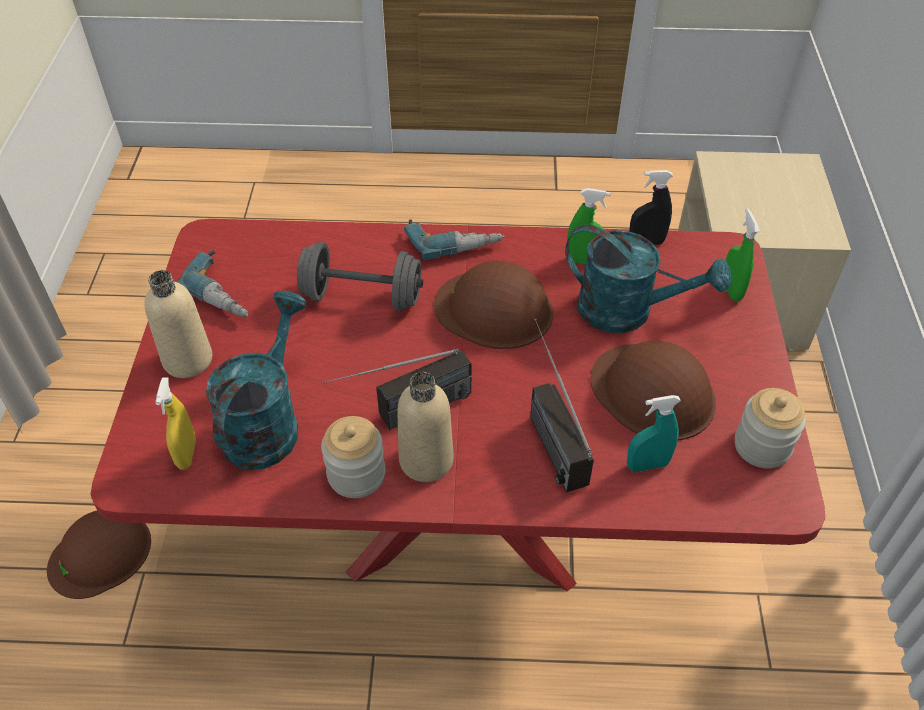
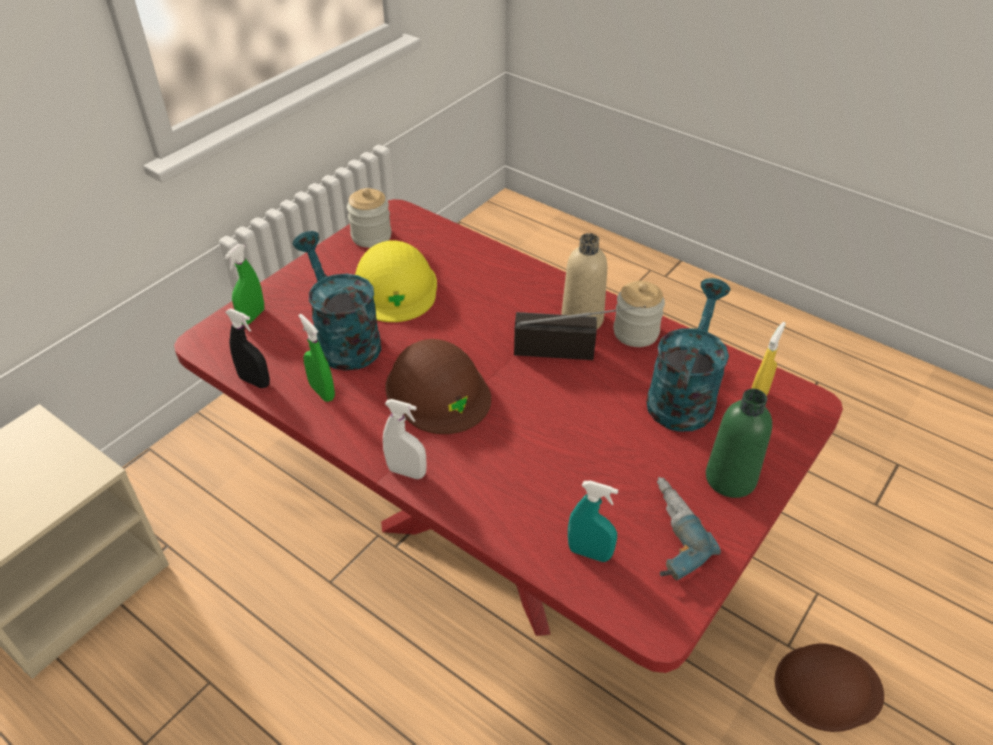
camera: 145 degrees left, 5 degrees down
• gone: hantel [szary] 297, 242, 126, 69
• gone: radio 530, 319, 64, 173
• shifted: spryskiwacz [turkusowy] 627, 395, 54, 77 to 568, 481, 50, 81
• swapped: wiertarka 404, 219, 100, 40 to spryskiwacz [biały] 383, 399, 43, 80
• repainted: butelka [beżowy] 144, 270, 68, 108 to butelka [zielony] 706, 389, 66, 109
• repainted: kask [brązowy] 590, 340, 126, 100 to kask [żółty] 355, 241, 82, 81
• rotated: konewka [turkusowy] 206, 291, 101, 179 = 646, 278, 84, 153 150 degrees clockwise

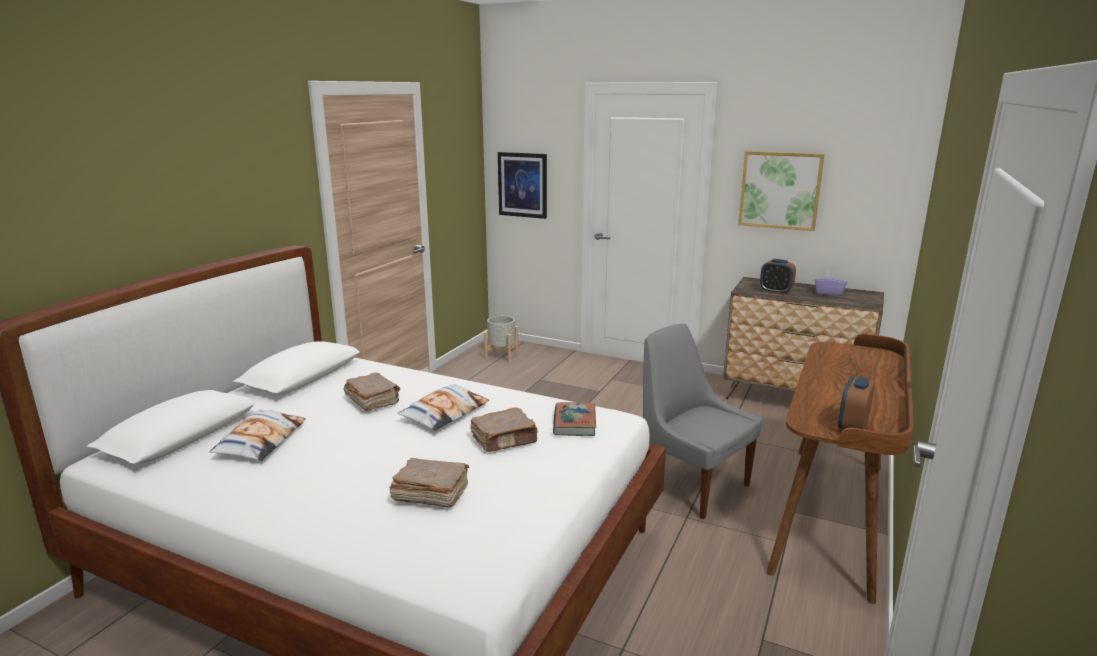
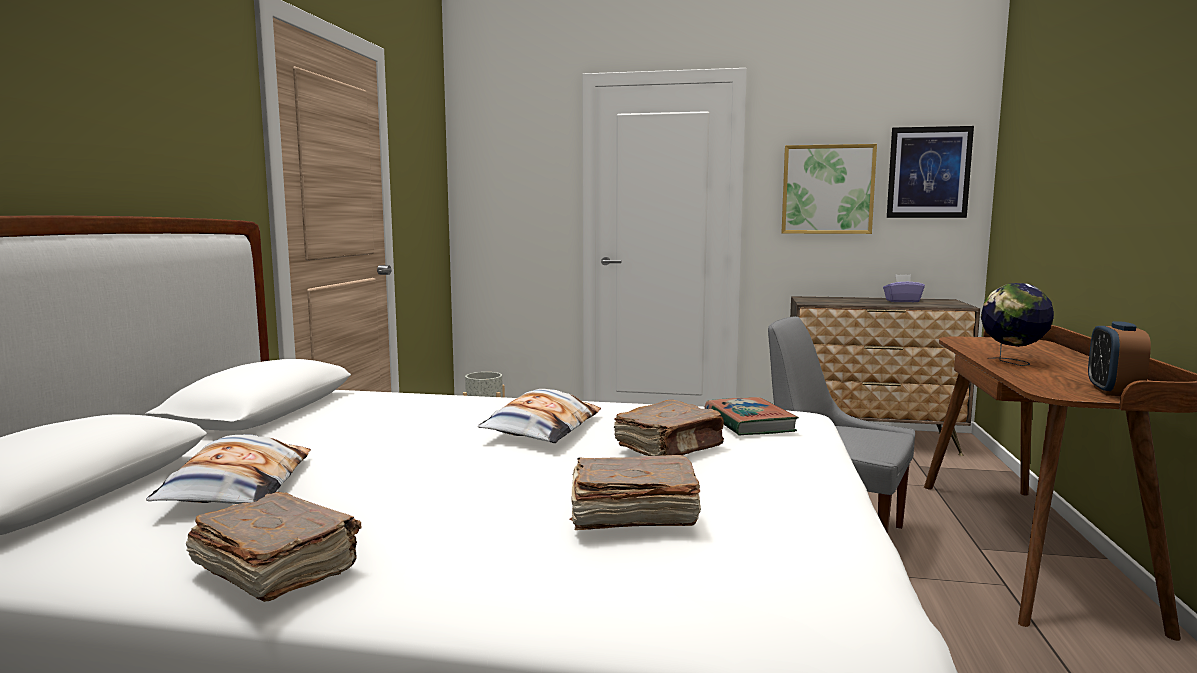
camera: 15 degrees left, 10 degrees down
• gone: budzik 760, 259, 36, 35
• new: globus 981, 283, 73, 83
• shifted: książka [brązowy] 343, 372, 57, 39 to 186, 492, 175, 110
• shifted: obraz 498, 152, 49, 67 to 887, 126, 87, 92

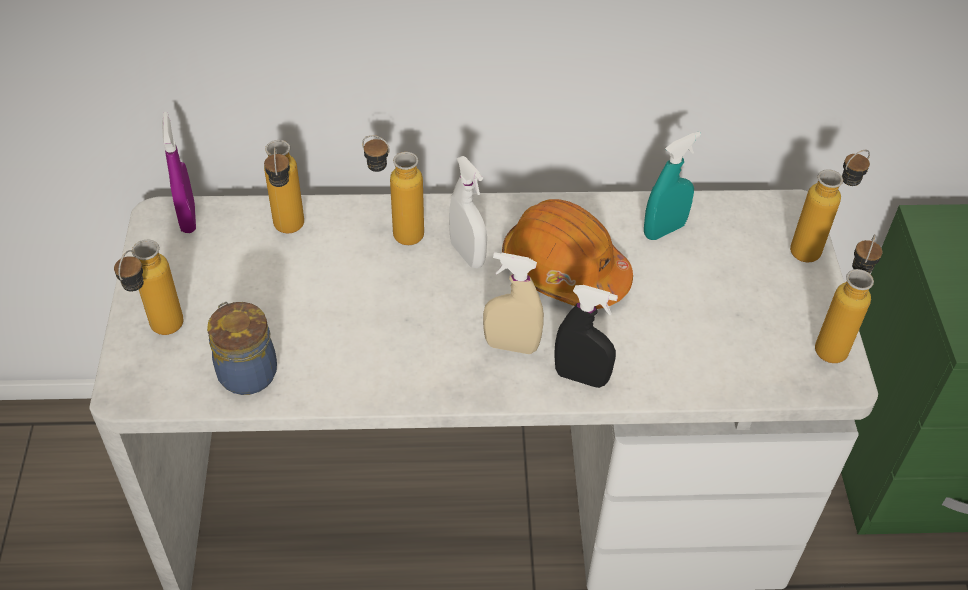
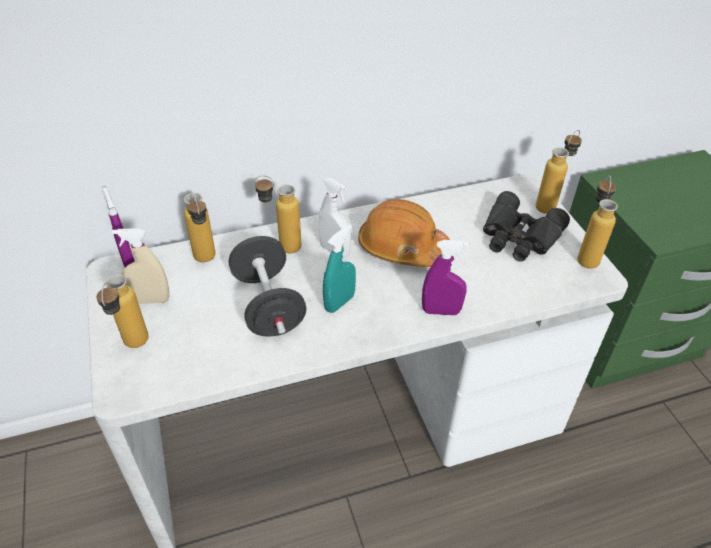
camera: 15 degrees left, 5 degrees down
• gone: słoik 207, 302, 70, 93
• new: hantel [czarny] 229, 236, 78, 101
• new: lornetka [czarny] 483, 191, 87, 70
• shifted: spryskiwacz [beżowy] 483, 252, 61, 102 to 112, 228, 57, 76
• shifted: spryskiwacz [turkusowy] 644, 131, 57, 109 to 323, 224, 33, 89
• repainted: spryskiwacz [czarny] 554, 285, 64, 103 to spryskiwacz [fioletowy] 422, 240, 47, 75

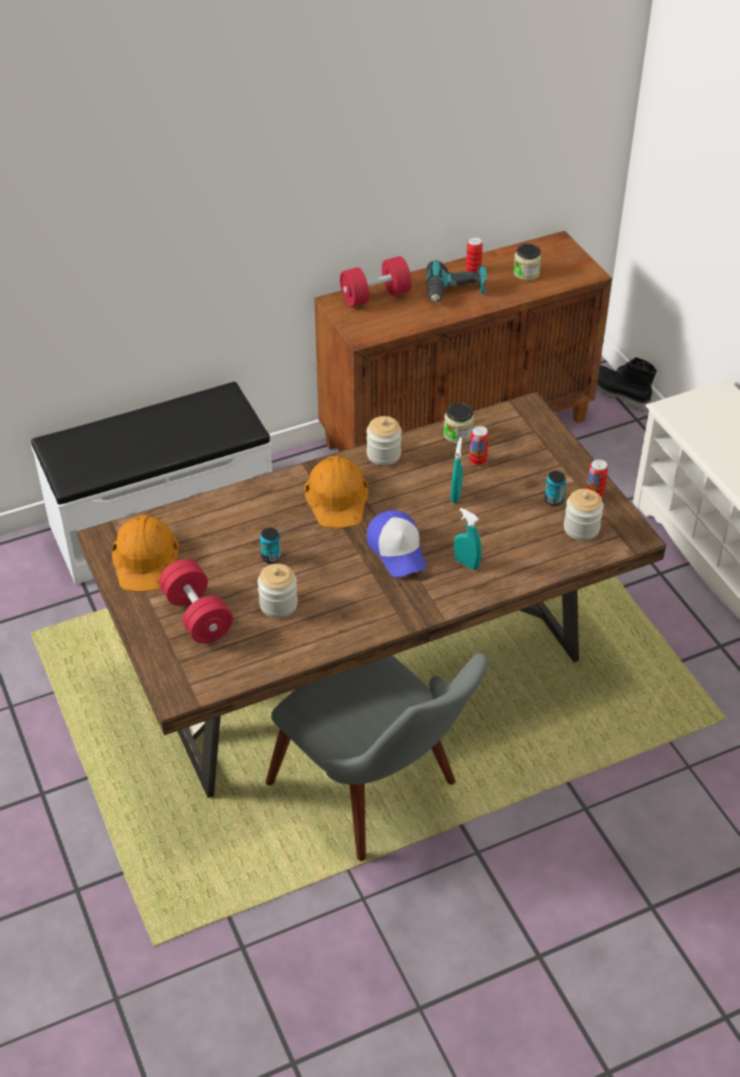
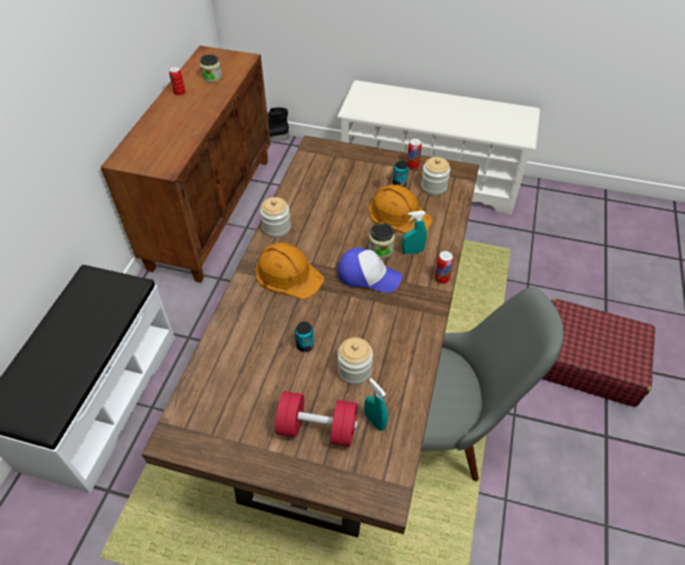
camera: 50 degrees left, 5 degrees up
• gone: hantel [czerwony] 340, 256, 72, 51
• gone: wiertarka 426, 260, 61, 43
• new: walizka [czerwony] 542, 299, 113, 108
• shifted: kask [pomarańczowy] 112, 515, 67, 77 to 369, 185, 64, 49
• shifted: słoik 444, 403, 30, 41 to 369, 223, 26, 35
• shifted: spryskiwacz [turkusowy] 451, 438, 12, 65 to 364, 378, 24, 53
• shifted: puszka 469, 426, 20, 40 to 434, 251, 20, 33

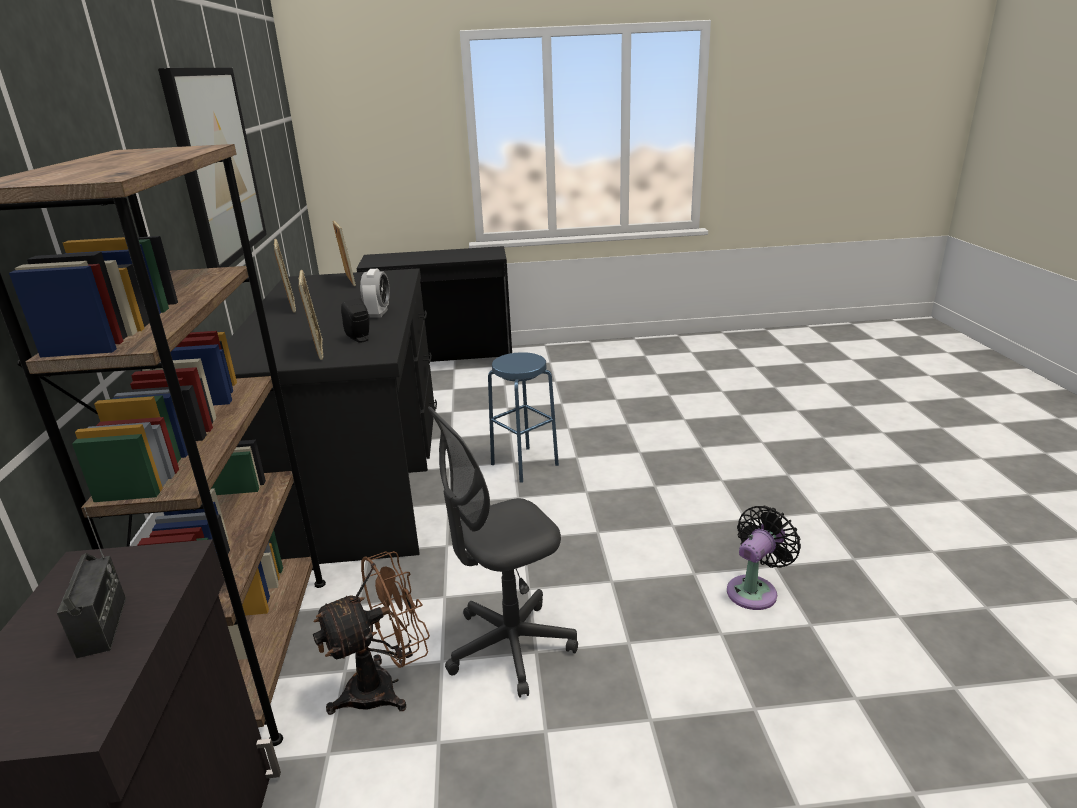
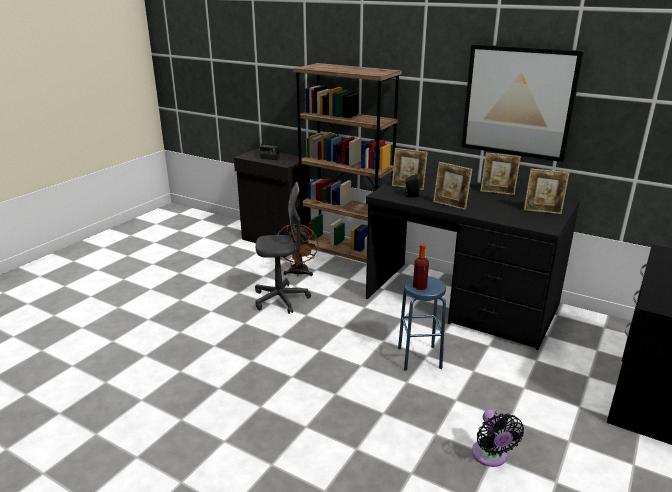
camera: 125 degrees right, 0 degrees up
• new: butelka 413, 244, 16, 46
• shifted: wentylator [czarny] 727, 505, 74, 105 to 472, 409, 52, 58
• swapped: budzik 360, 269, 30, 49 to ramka na zdjęcie 433, 162, 39, 48
• rotated: krzesło biurowe [szary] 428, 406, 150, 292 = 255, 182, 56, 132 75 degrees clockwise

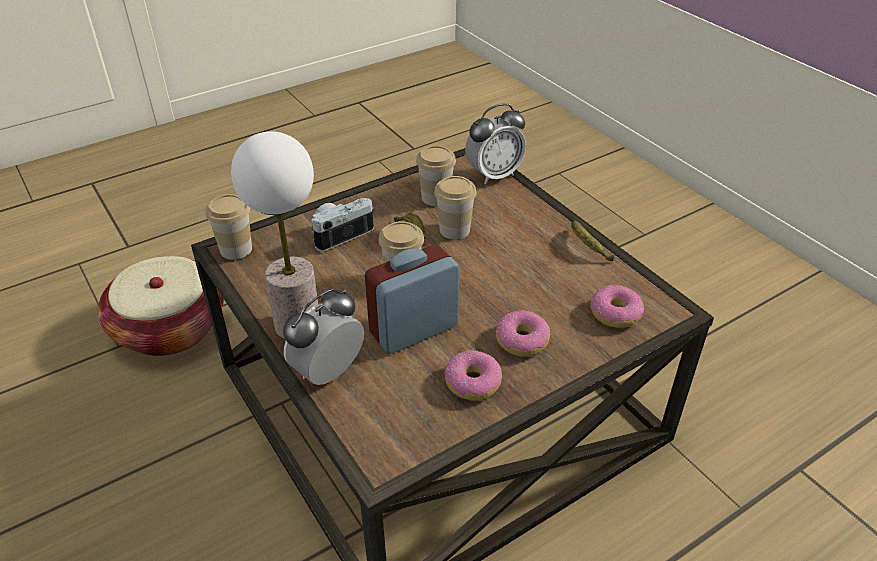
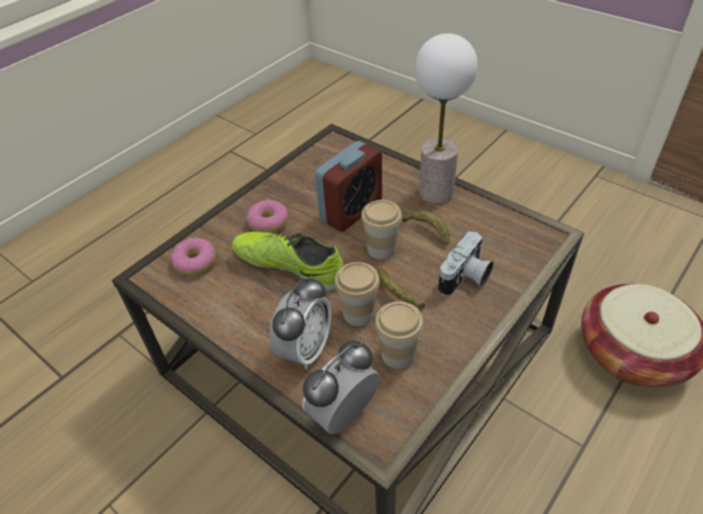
camera: 165 degrees right, 5 degrees up
• gone: filiżanka 205, 194, 47, 66
• gone: donut 445, 350, 57, 51
• new: but 232, 232, 112, 60
• shifted: budzik 283, 289, 81, 96 to 269, 276, 62, 93
• shifted: banan 571, 221, 43, 40 to 402, 211, 48, 34

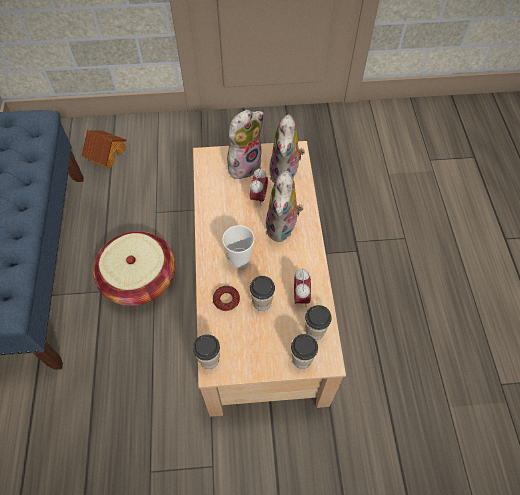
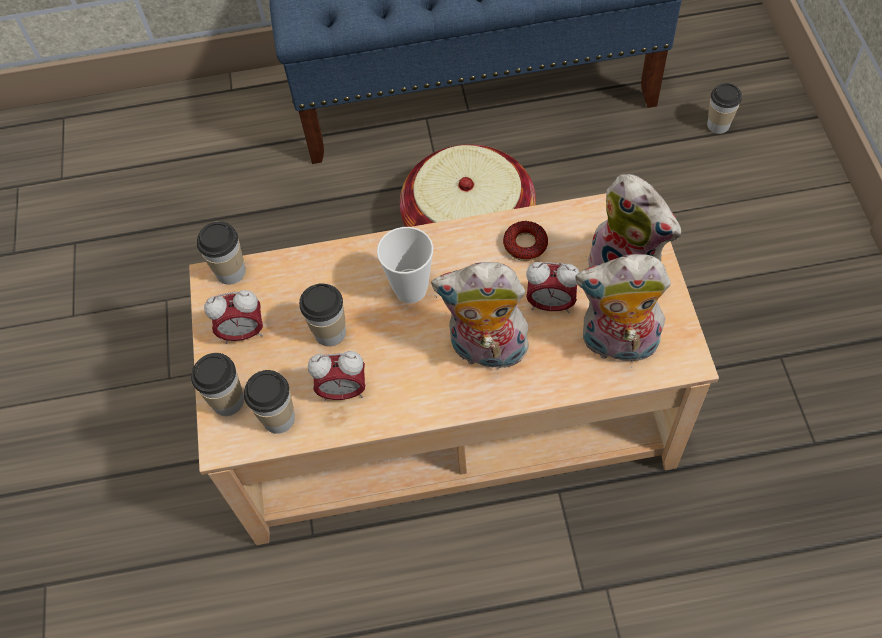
camera: 90 degrees right, 0 degrees up
• new: budzik 204, 290, 59, 54
• shifted: donut 213, 286, 27, 25 to 503, 221, 45, 40
• swapped: domek 82, 130, 44, 39 to filiżanka 707, 83, 35, 51

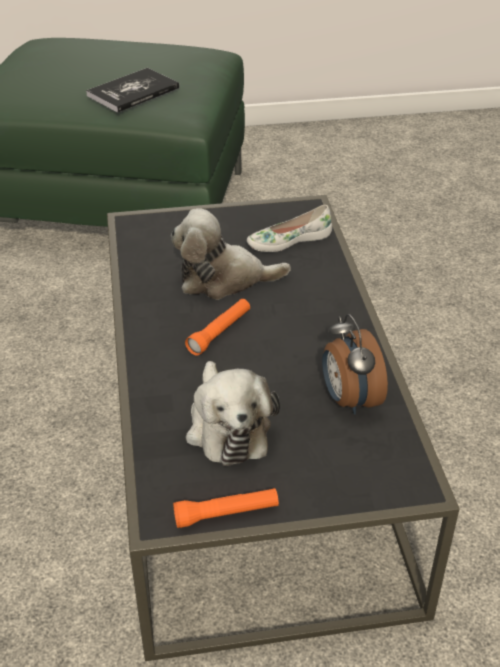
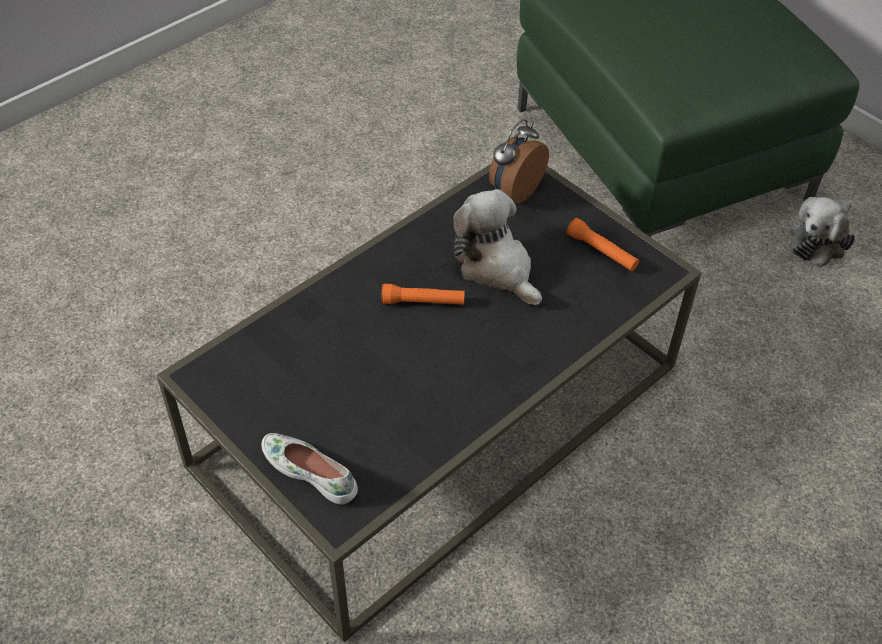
camera: 55 degrees right, 10 degrees up
• gone: książka 86, 68, 94, 45
• shifted: latarka [pomarańczowy] 173, 488, 106, 40 to 567, 218, 72, 53
• shifted: pluszak 186, 361, 94, 105 to 789, 197, 66, 70
• shifted: but [biały] 247, 205, 85, 47 to 261, 433, 97, 72
• shifted: budzik 322, 314, 66, 101 to 489, 119, 60, 84

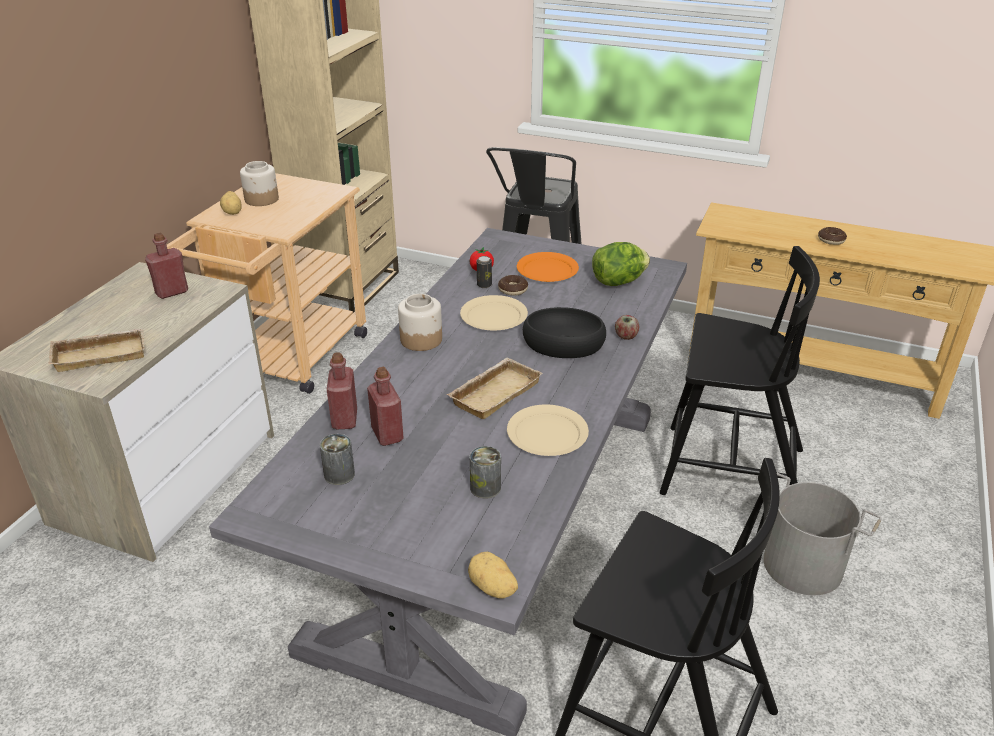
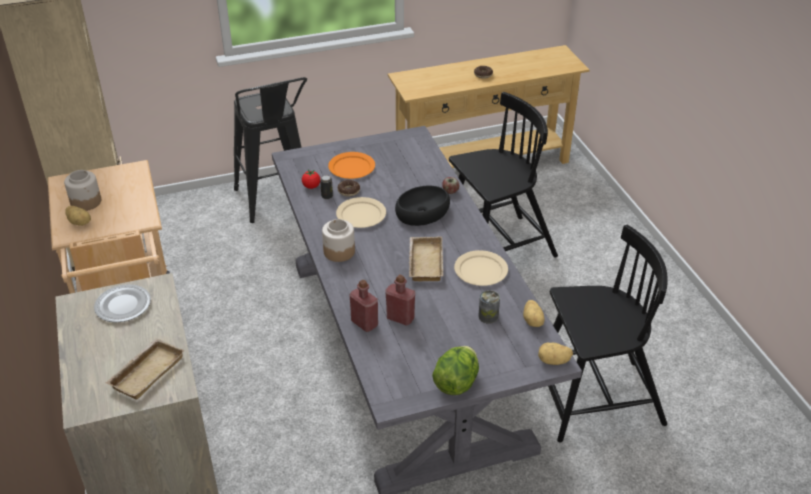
camera: 40 degrees left, 5 degrees up
• gone: puszka 320, 434, 35, 51
• gone: wiadro [szary] 763, 473, 119, 123
• new: ziemniak 523, 300, 22, 27
• shifted: sałata 592, 242, 58, 44 to 432, 346, 47, 49
• swapped: butelka [czerwony] 145, 233, 43, 66 to talerz 94, 284, 57, 39

